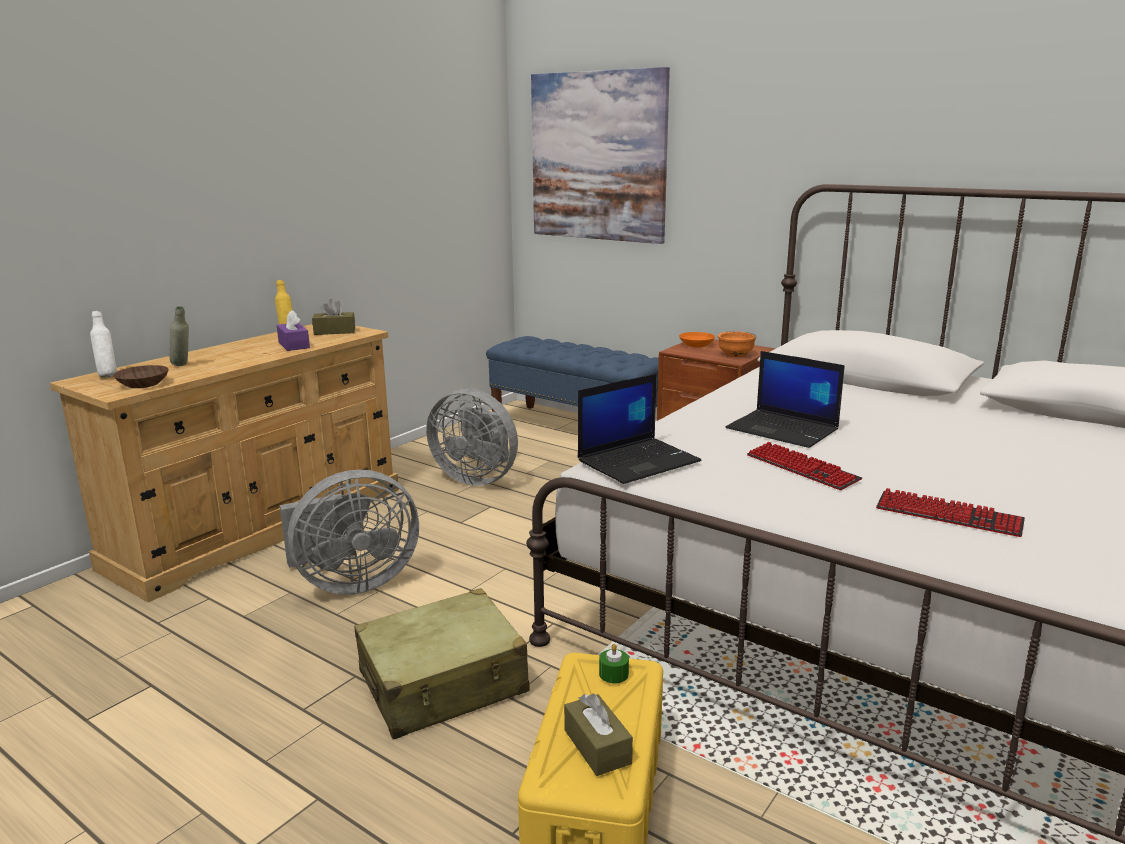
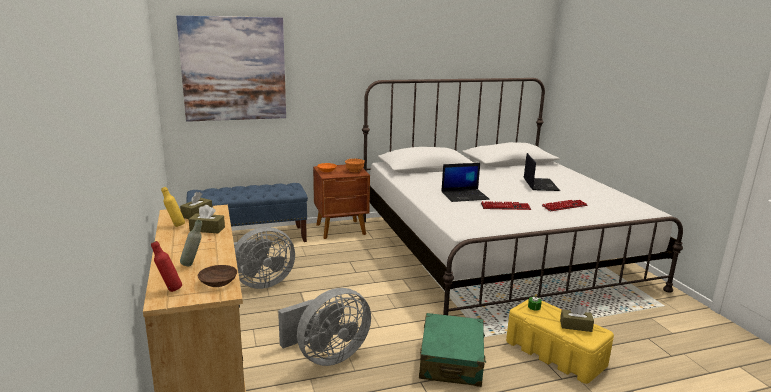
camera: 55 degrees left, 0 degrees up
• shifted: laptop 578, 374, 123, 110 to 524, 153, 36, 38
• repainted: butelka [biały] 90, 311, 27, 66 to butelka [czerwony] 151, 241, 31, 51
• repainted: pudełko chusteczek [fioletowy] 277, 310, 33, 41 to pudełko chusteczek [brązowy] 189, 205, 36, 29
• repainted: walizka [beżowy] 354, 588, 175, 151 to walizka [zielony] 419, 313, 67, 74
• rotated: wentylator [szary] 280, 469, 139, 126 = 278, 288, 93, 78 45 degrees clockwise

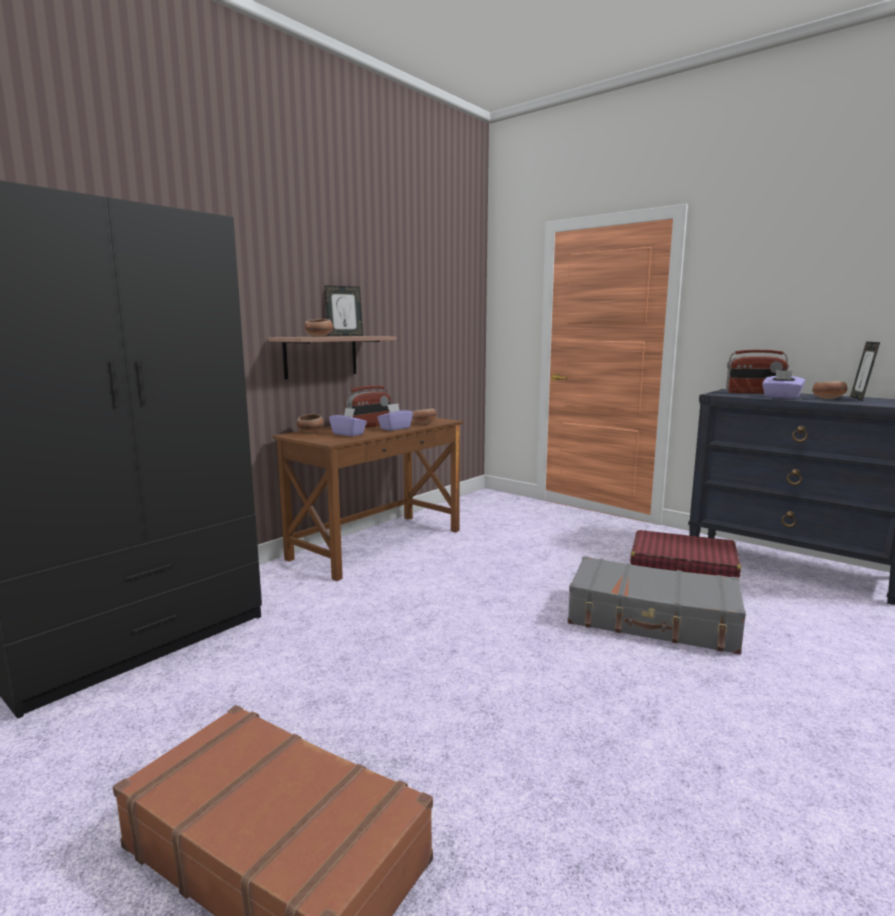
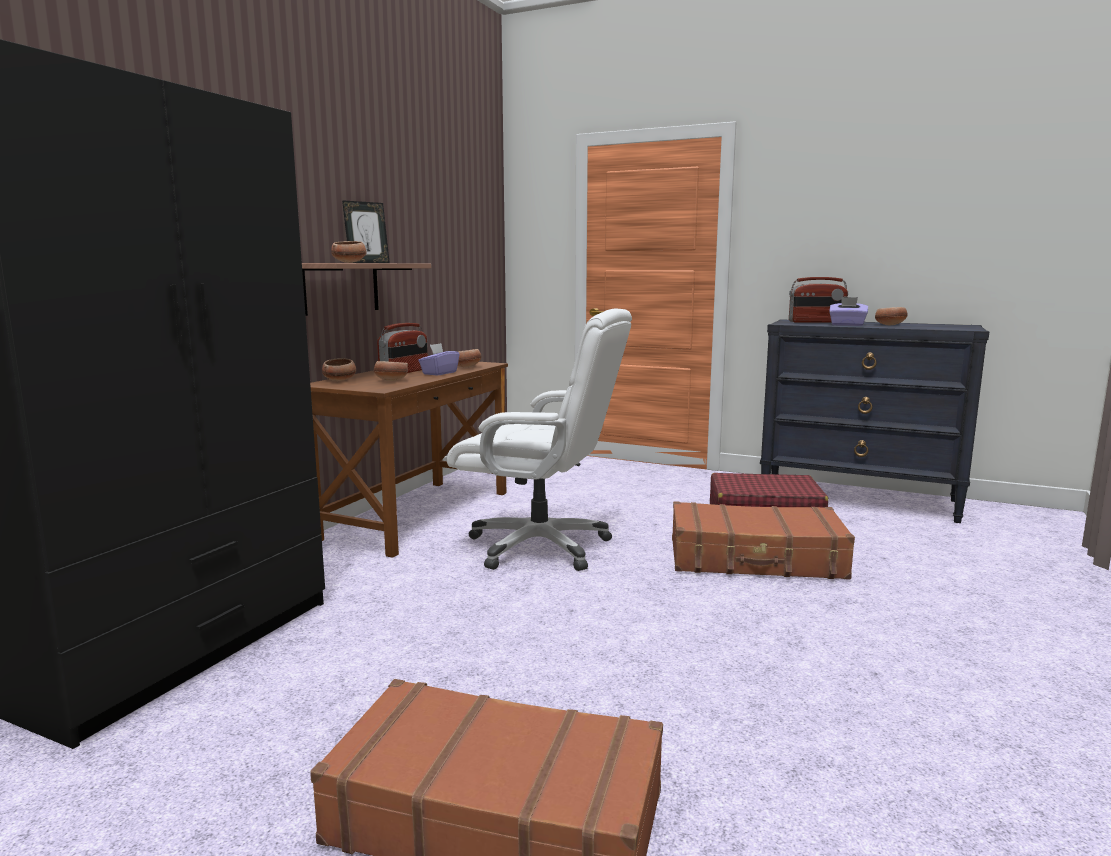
camera: 15 degrees left, 0 degrees up
• gone: ramka na zdjęcie 850, 342, 30, 59
• new: krzesło biurowe [biały] 447, 309, 185, 262
• swapped: pudełko chusteczek [fioletowy] 329, 408, 38, 28 to miska 374, 361, 34, 20
• repainted: walizka [szary] 568, 556, 178, 99 to walizka [brązowy] 672, 501, 183, 79

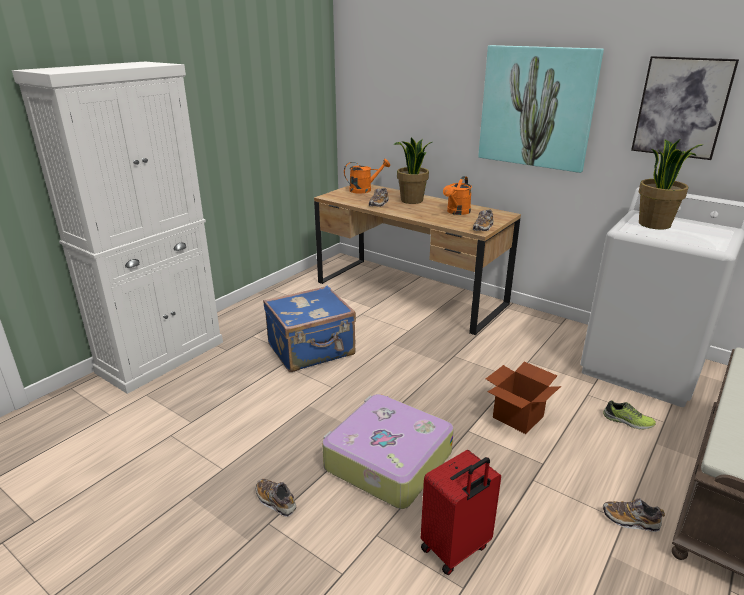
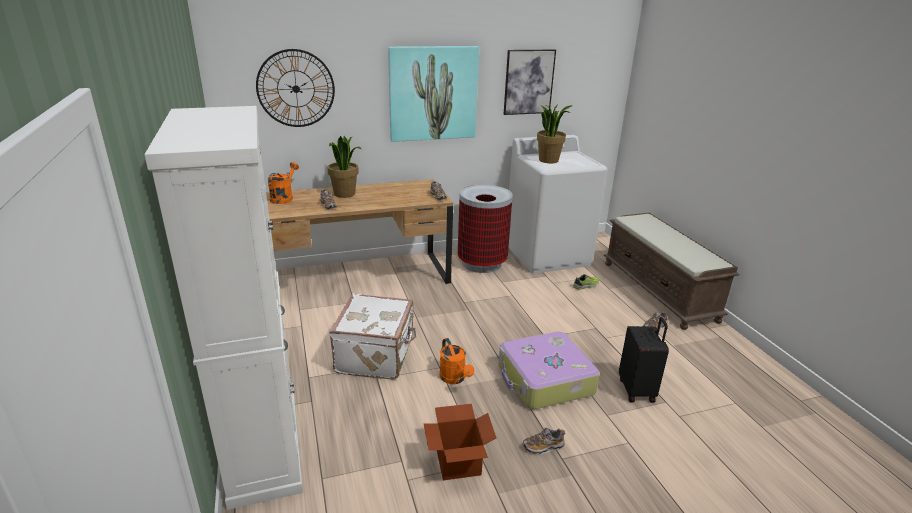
camera: 55 degrees left, 0 degrees up
• new: zegar ścienny 256, 49, 79, 78
• new: kosz na śmieci 458, 185, 55, 88
• shifted: konewka [pomarańczowy] 443, 176, 29, 39 to 439, 338, 35, 46
• shifted: karton 486, 362, 75, 72 to 424, 404, 72, 77
• repainted: walizka [niebieski] 263, 285, 93, 87 to walizka [biały] 329, 293, 87, 87
• repainted: walizka [czerwony] 421, 450, 80, 125 to walizka [czarny] 619, 317, 50, 86

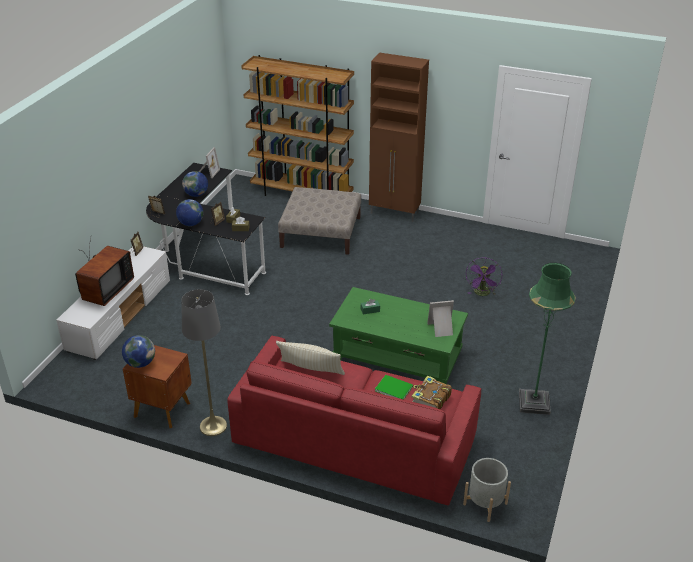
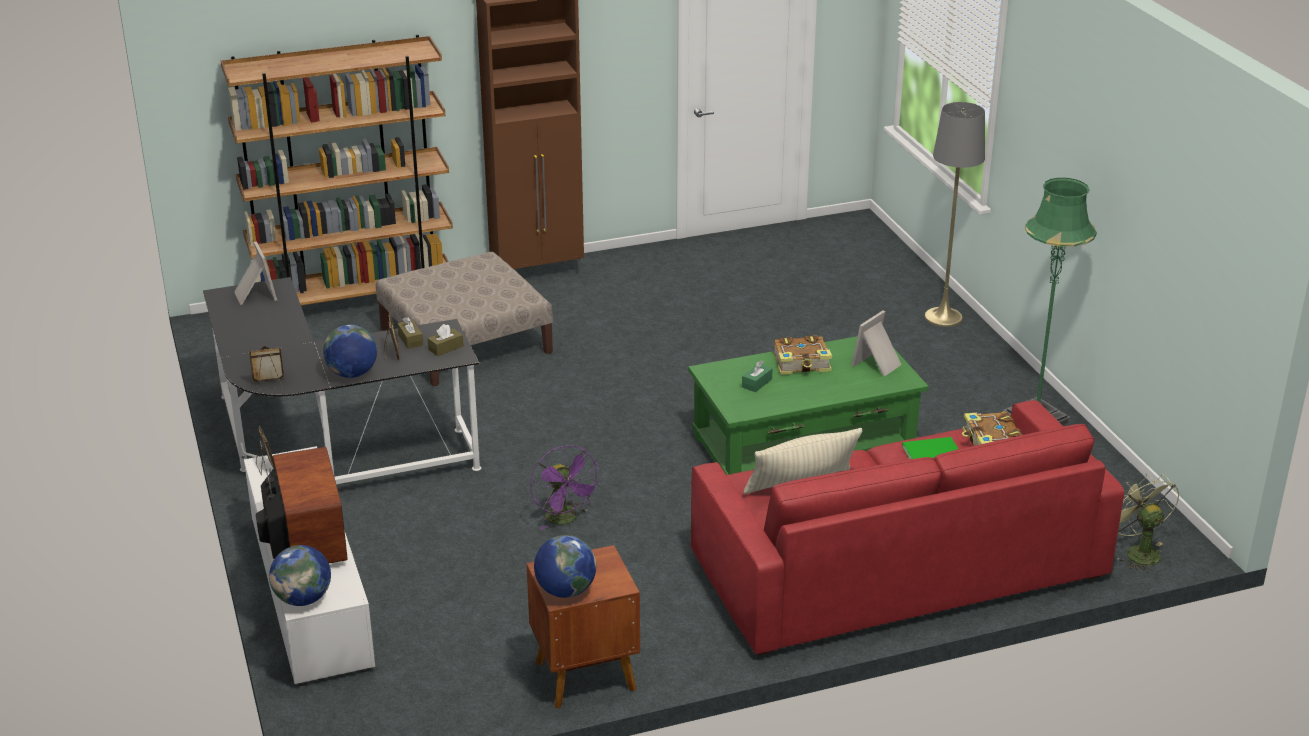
camera: 40 degrees left, 5 degrees down
• new: książka 774, 335, 58, 40
• shifted: lampa stojąca [szary] 181, 289, 46, 147 to 924, 102, 61, 225
• shifted: globus 182, 171, 26, 26 to 269, 545, 62, 61
• shifted: wentylator [fioletowy] 466, 258, 36, 38 to 530, 445, 71, 85
• swapped: donica [szary] 463, 458, 48, 64 to wentylator [zielony] 1117, 474, 63, 99

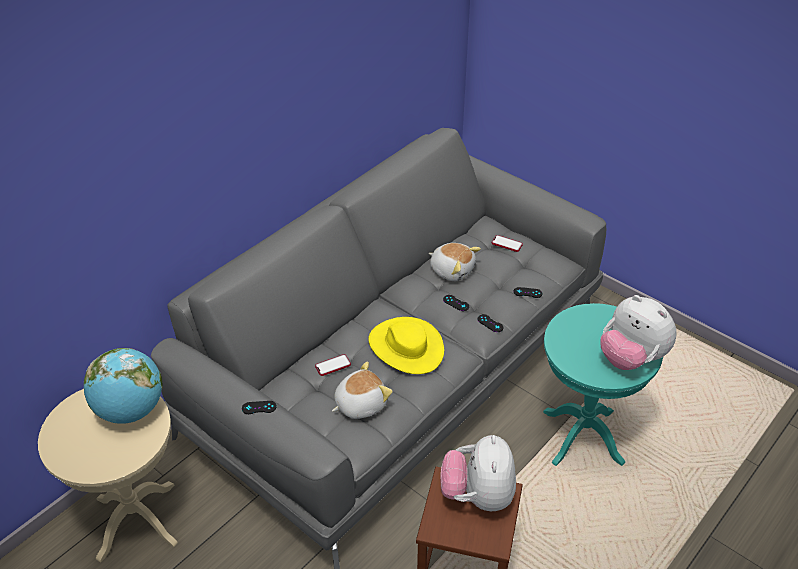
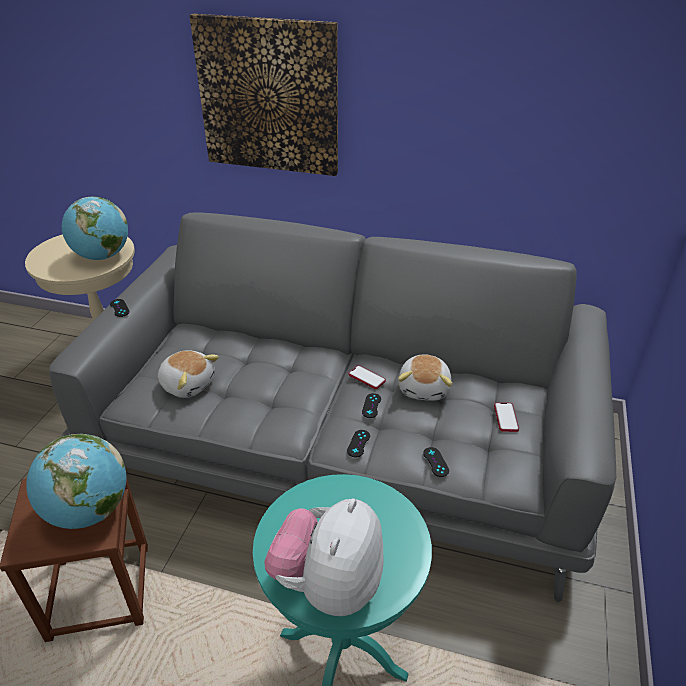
camera: 65 degrees right, 5 degrees down
• gone: kapelusz [żółty] 368, 317, 76, 57
• new: obraz 190, 14, 148, 162
• shifted: telefon 315, 354, 36, 22 to 349, 365, 37, 24
• swapped: pluszak 440, 435, 76, 76 to globus 26, 434, 100, 95

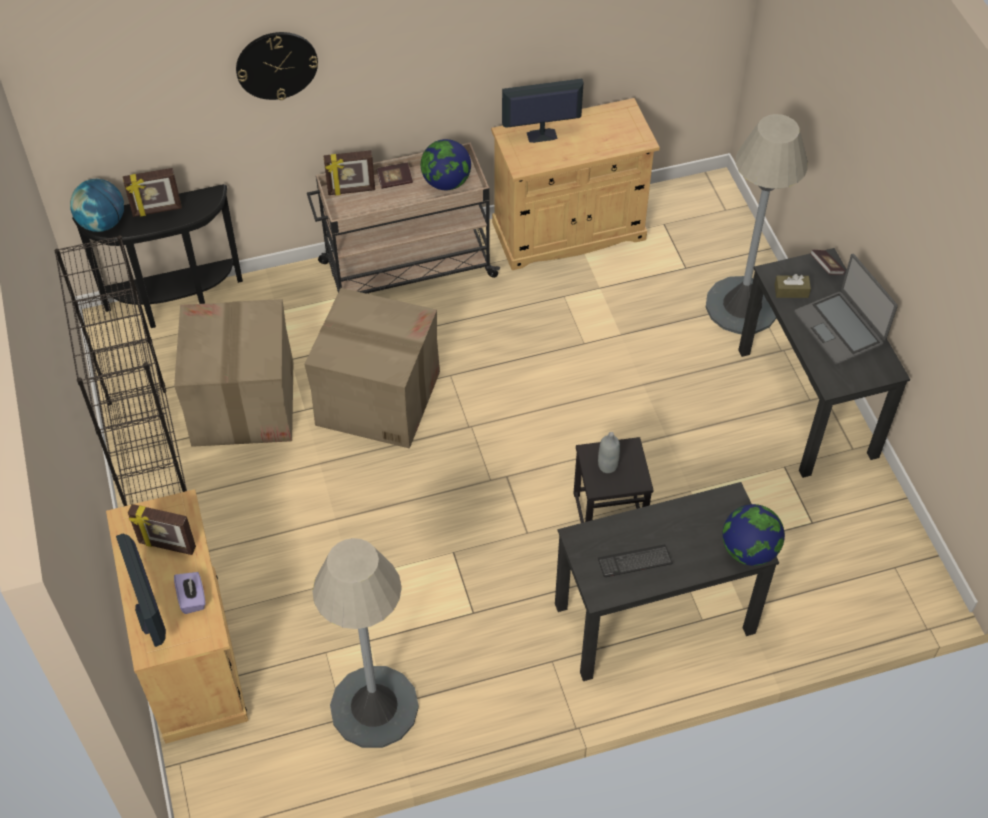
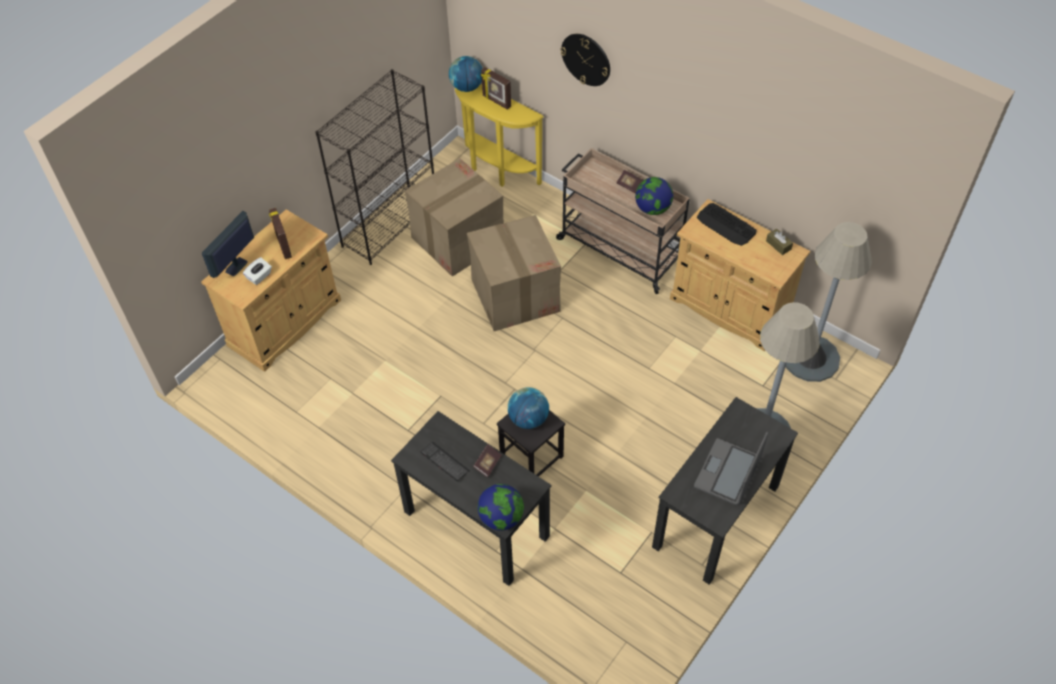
camera: 55 degrees right, 0 degrees up
• gone: ramka na zdjęcie 324, 150, 51, 45
• shifted: lampa stojąca [szary] 312, 538, 107, 210 to 786, 222, 86, 160
• shifted: pudełko chusteczek [brązowy] 774, 274, 37, 24 to 766, 229, 27, 26
• shifted: książka 810, 250, 35, 25 to 473, 445, 28, 32
• swapped: monitor 502, 79, 82, 64 to klawiatura 697, 203, 59, 43
• swapped: butelka [szary] 598, 432, 22, 41 to globus 508, 387, 41, 42
• repainted: stolik konsolowy [czarny] 72, 184, 171, 144 to stolik konsolowy [żółty] 455, 84, 89, 103
• repainted: pudełko chusteczek [fioletowy] 174, 572, 32, 42 to pudełko chusteczek [biały] 243, 257, 29, 28

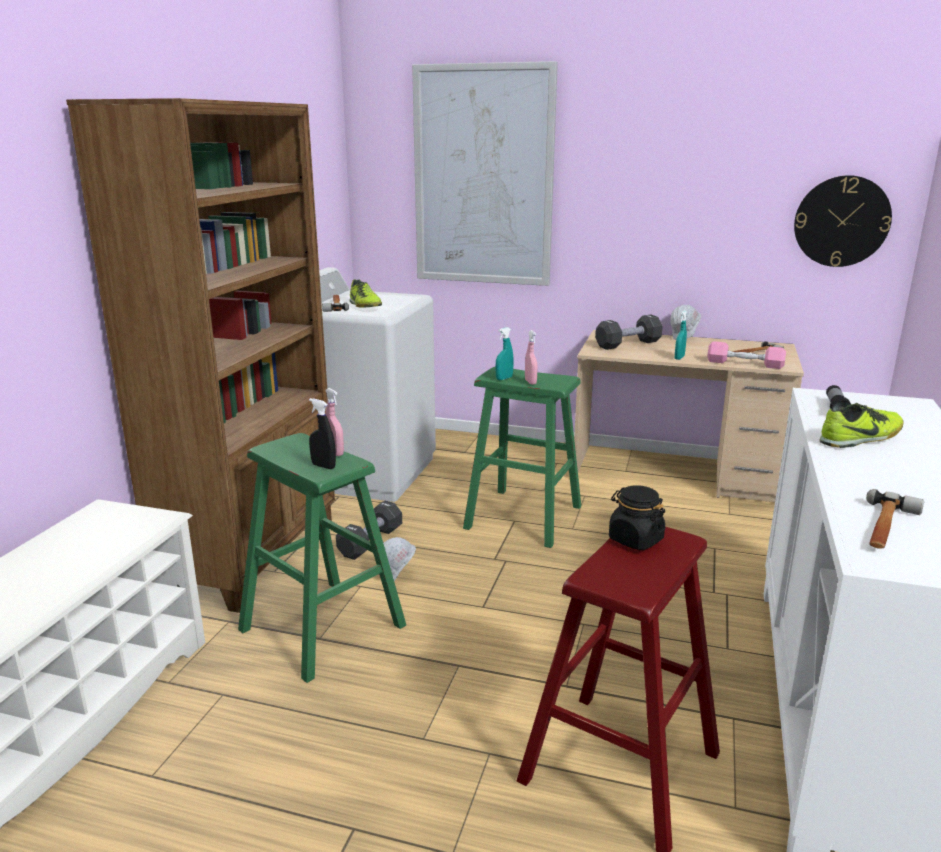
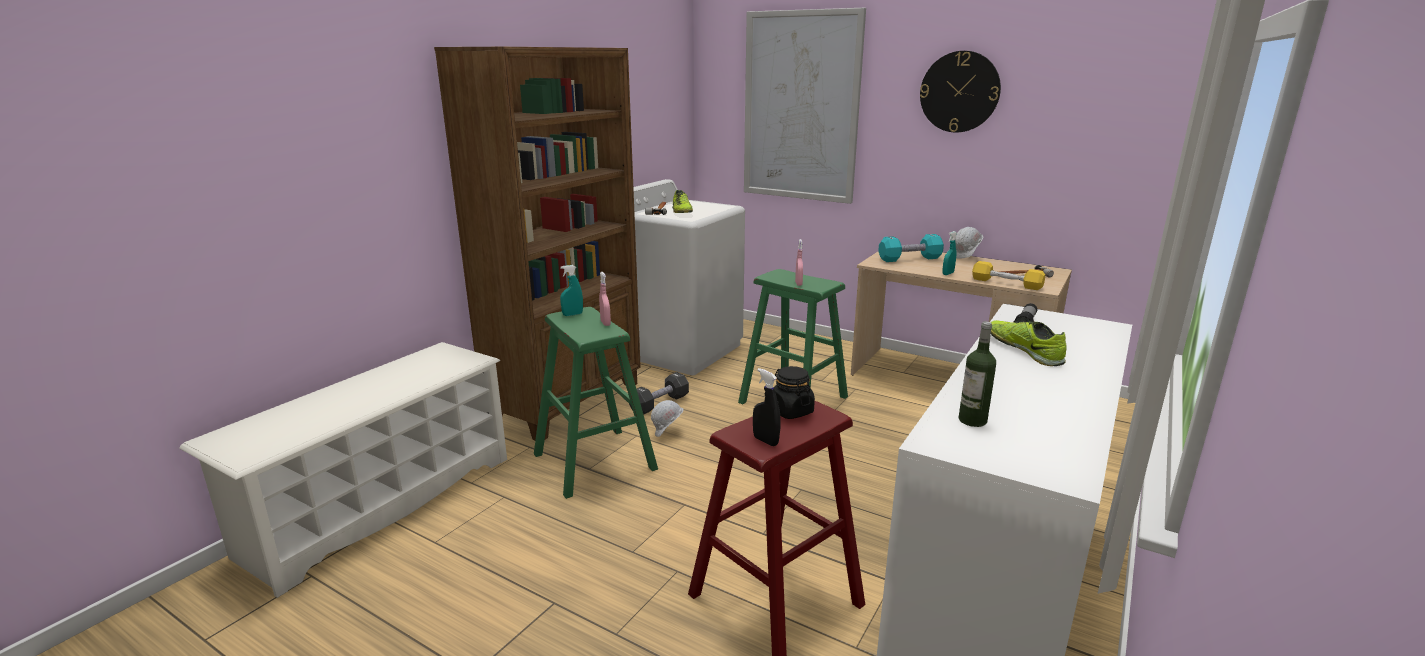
camera: 15 degrees right, 0 degrees up
• shifted: spryskiwacz [czarny] 309, 398, 27, 71 to 753, 368, 28, 78
• shifted: spryskiwacz [turkusowy] 495, 327, 19, 53 to 560, 265, 23, 51
• shifted: zegar ścienny 794, 175, 98, 92 to 920, 51, 81, 81
• swapped: młotek 866, 489, 58, 60 to butelka 959, 322, 37, 105
• repainted: hantel [czarny] 595, 315, 68, 35 to hantel [turkusowy] 878, 234, 66, 28
• repainted: hantel [różowy] 707, 341, 79, 28 to hantel [żółty] 972, 261, 73, 29
• rotated: but 820, 403, 84, 45 = 991, 320, 75, 46 105 degrees counterclockwise

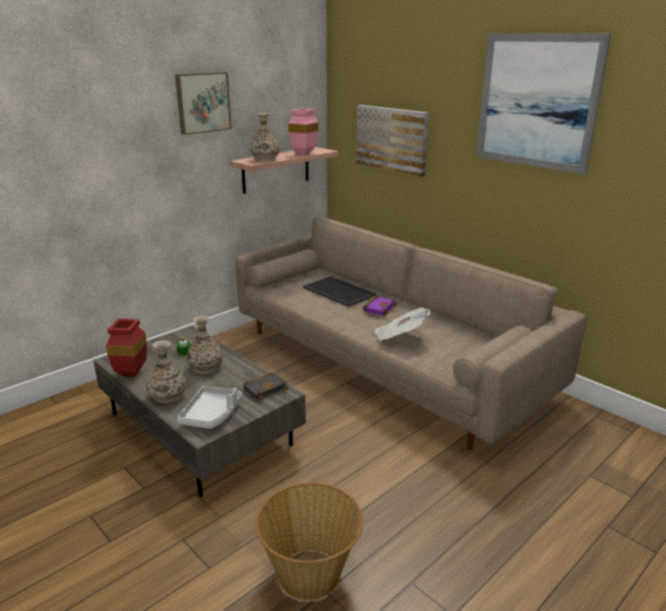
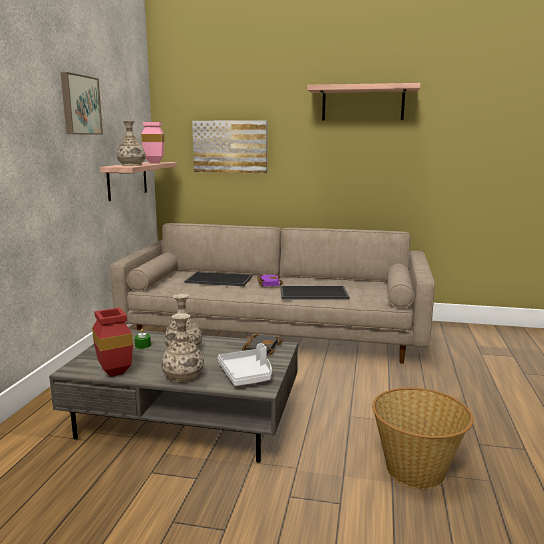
camera: 35 degrees left, 10 degrees down
• swapped: gazeta 375, 307, 56, 35 to taca 280, 286, 70, 13
• swapped: obraz 476, 33, 135, 141 to półka 307, 83, 114, 38

